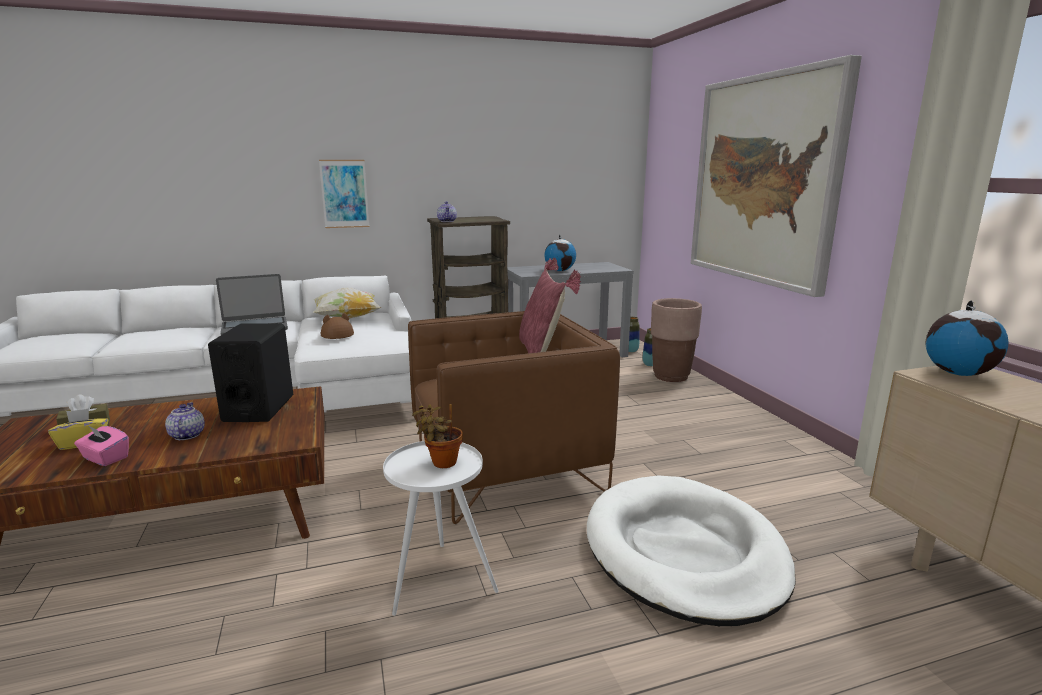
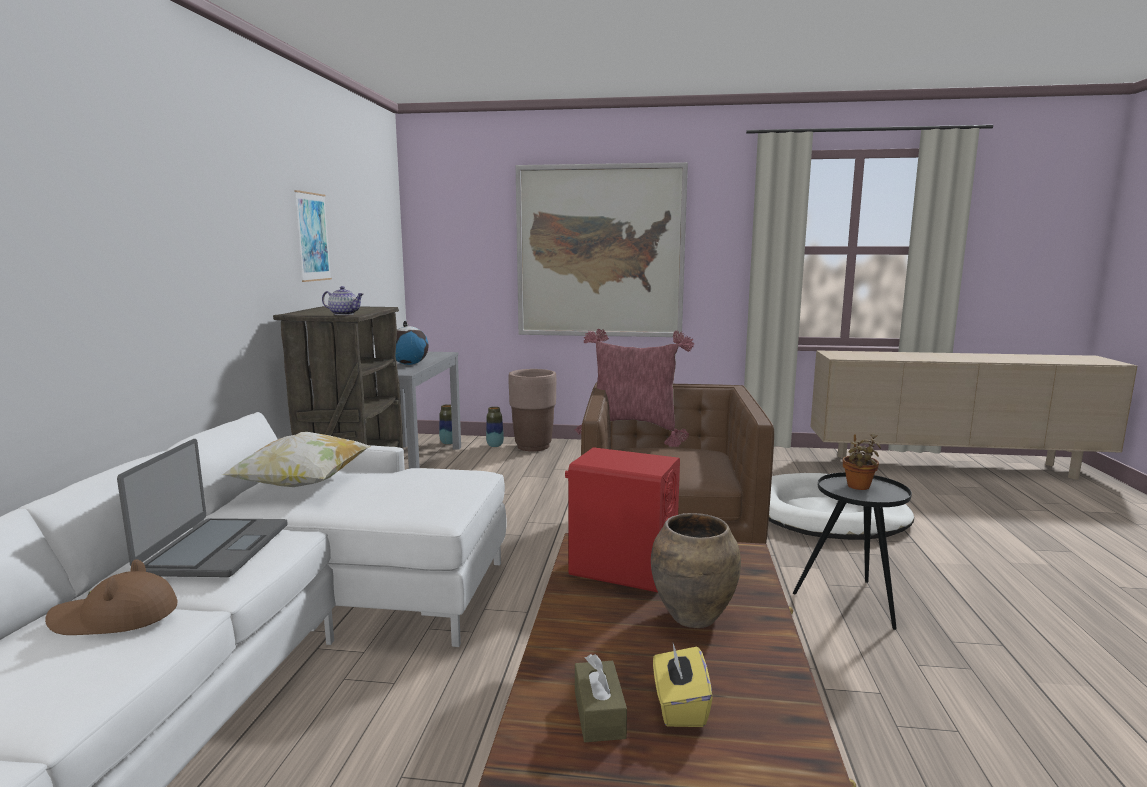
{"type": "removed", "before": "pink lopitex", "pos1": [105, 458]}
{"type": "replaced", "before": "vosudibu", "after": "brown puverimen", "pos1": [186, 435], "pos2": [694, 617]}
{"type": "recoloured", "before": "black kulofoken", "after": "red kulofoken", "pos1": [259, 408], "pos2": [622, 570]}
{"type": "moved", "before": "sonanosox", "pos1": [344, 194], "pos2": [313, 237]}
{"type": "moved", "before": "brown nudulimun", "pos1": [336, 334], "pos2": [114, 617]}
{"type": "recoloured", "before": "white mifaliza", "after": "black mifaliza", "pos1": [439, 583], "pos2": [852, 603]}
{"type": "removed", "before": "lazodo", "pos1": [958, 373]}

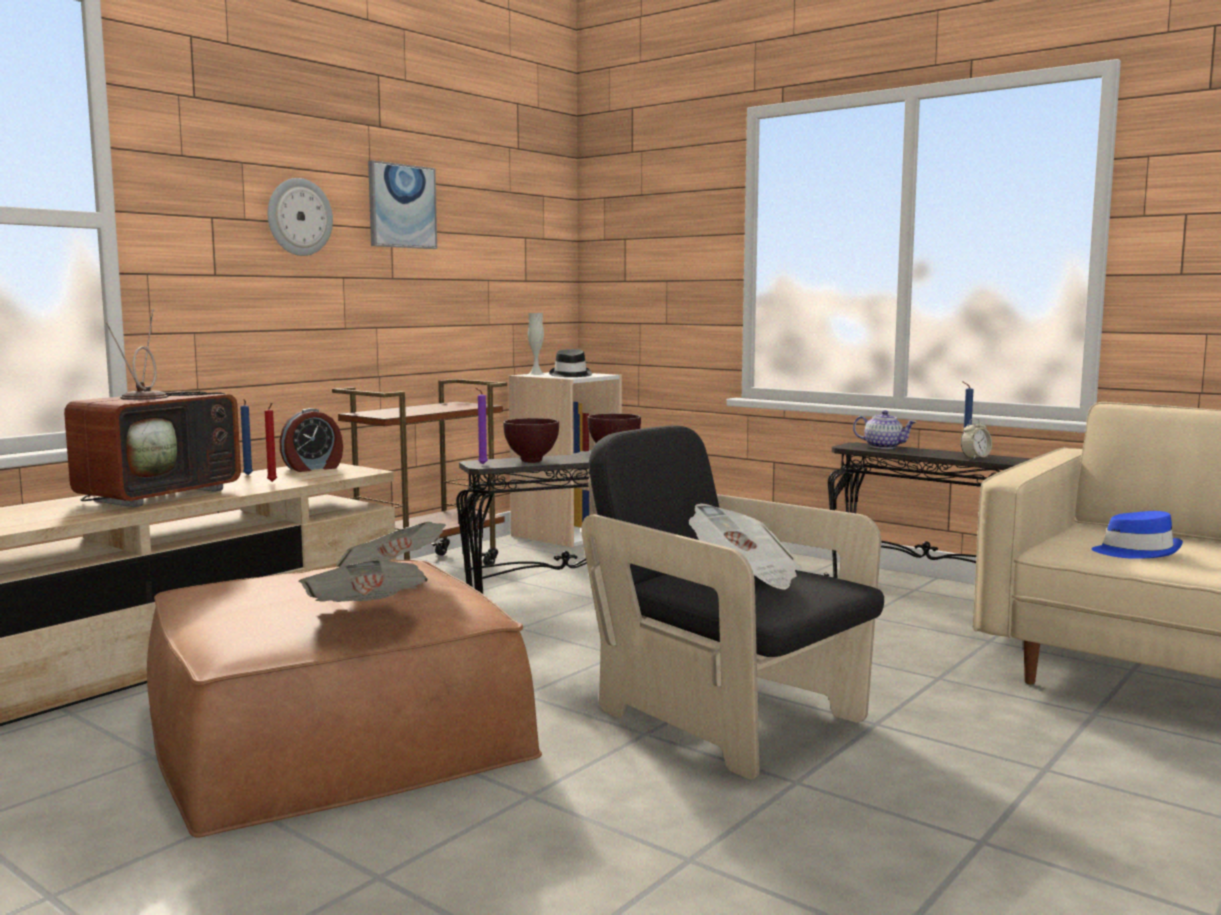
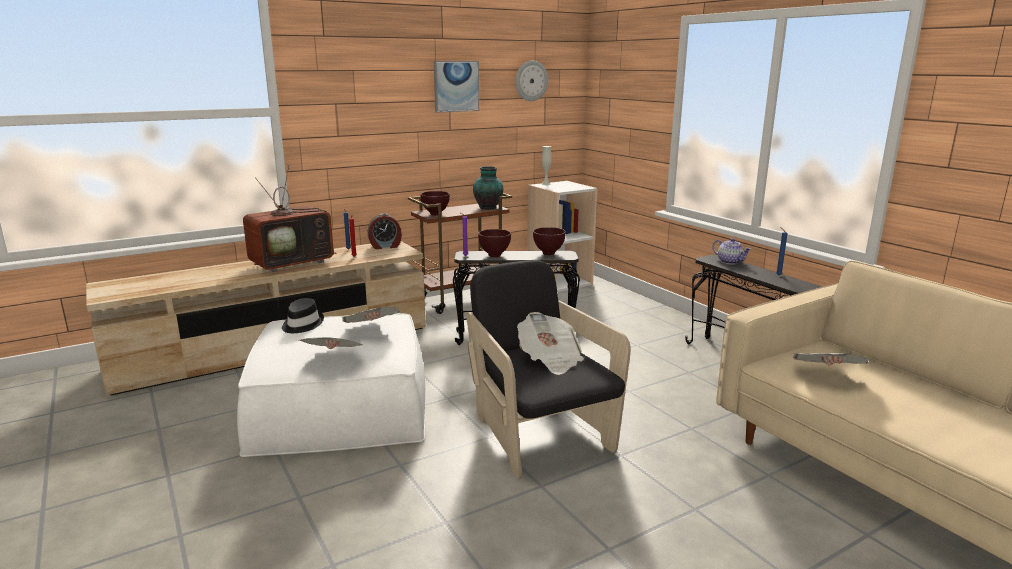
{"type": "recoloured", "before": "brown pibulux", "after": "white pibulux", "pos1": [335, 731], "pos2": [340, 405]}
{"type": "moved", "before": "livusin", "pos1": [299, 217], "pos2": [531, 81]}
{"type": "moved", "before": "black nudulimun", "pos1": [570, 375], "pos2": [302, 324]}
{"type": "removed", "before": "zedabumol", "pos1": [975, 458]}
{"type": "replaced", "before": "blue nudulimun", "after": "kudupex", "pos1": [1136, 552], "pos2": [826, 376]}
{"type": "added", "after": "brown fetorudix", "pos2": [434, 214]}
{"type": "added", "after": "puverimen", "pos2": [489, 207]}

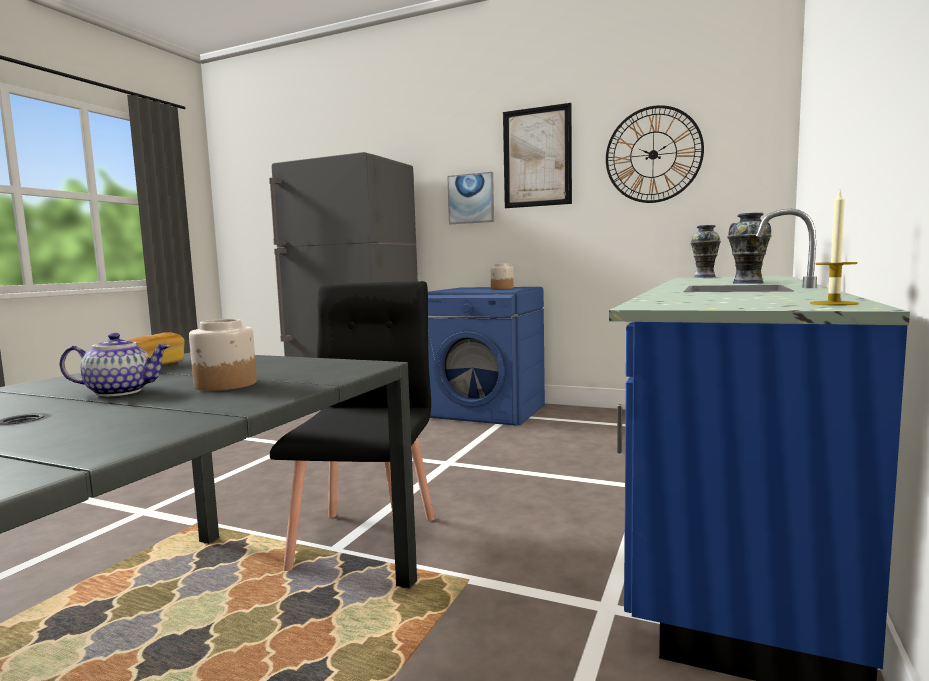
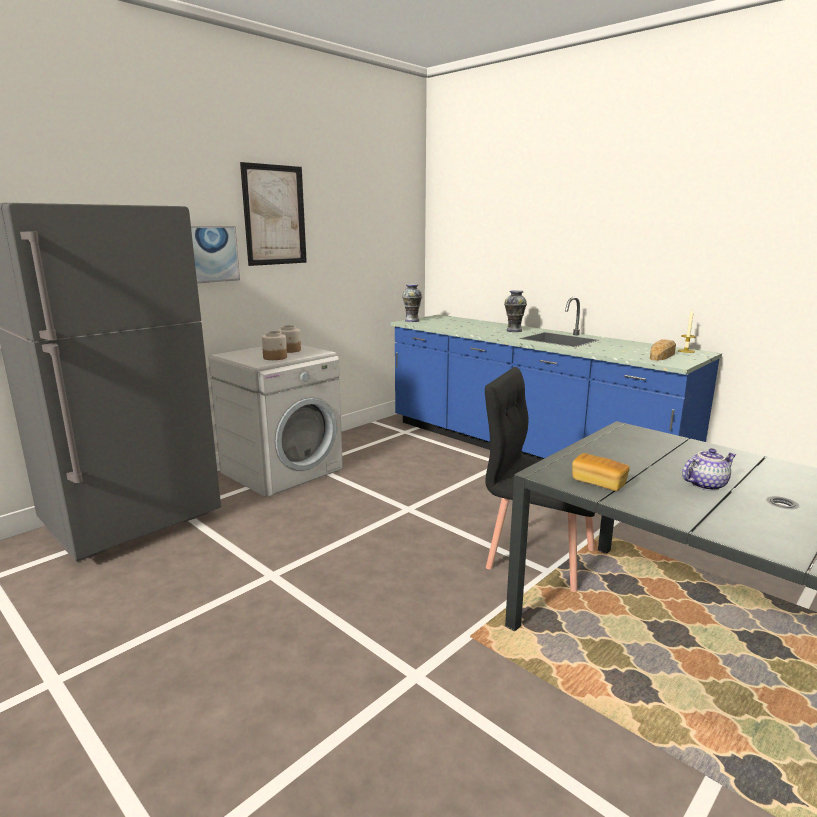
{"type": "turned", "before": "vosudibu", "pos1": [121, 391], "pos2": [705, 484], "turn": 60}
{"type": "moved", "before": "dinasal", "pos1": [225, 385], "pos2": [275, 357]}
{"type": "recoloured", "before": "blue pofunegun", "after": "white pofunegun", "pos1": [487, 411], "pos2": [285, 470]}
{"type": "removed", "before": "livusin", "pos1": [653, 154]}
{"type": "added", "after": "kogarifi", "pos2": [662, 355]}

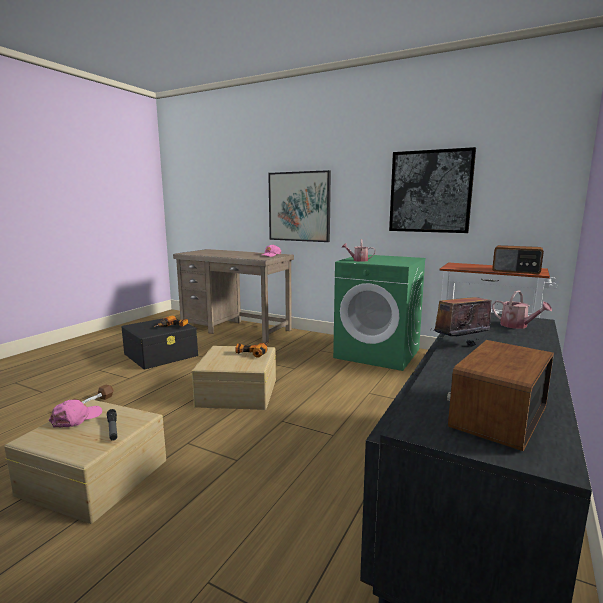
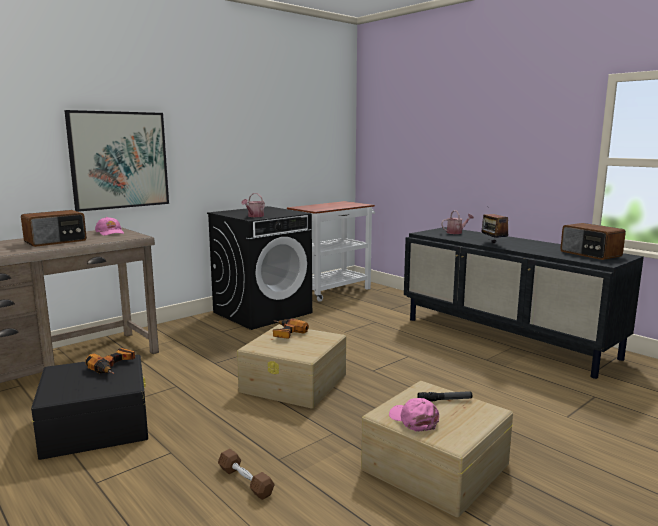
{"type": "recoloured", "before": "green pofunegun", "after": "black pofunegun", "pos1": [378, 353], "pos2": [262, 312]}
{"type": "removed", "before": "sonanosox", "pos1": [430, 191]}
{"type": "moved", "before": "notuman", "pos1": [516, 271], "pos2": [56, 241]}

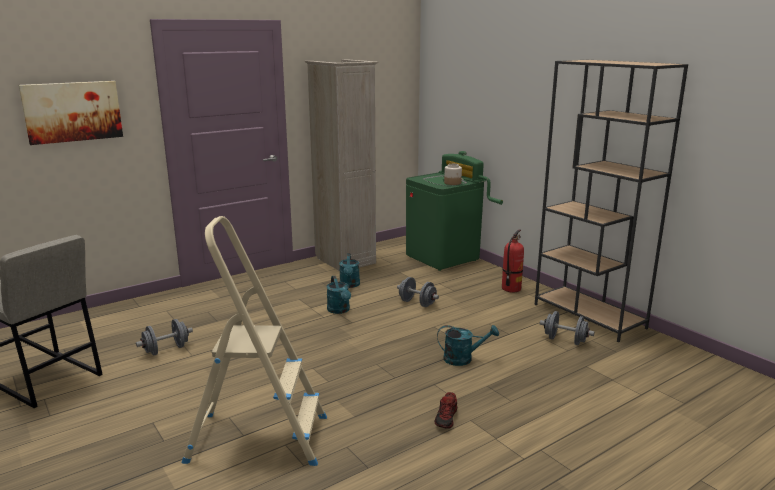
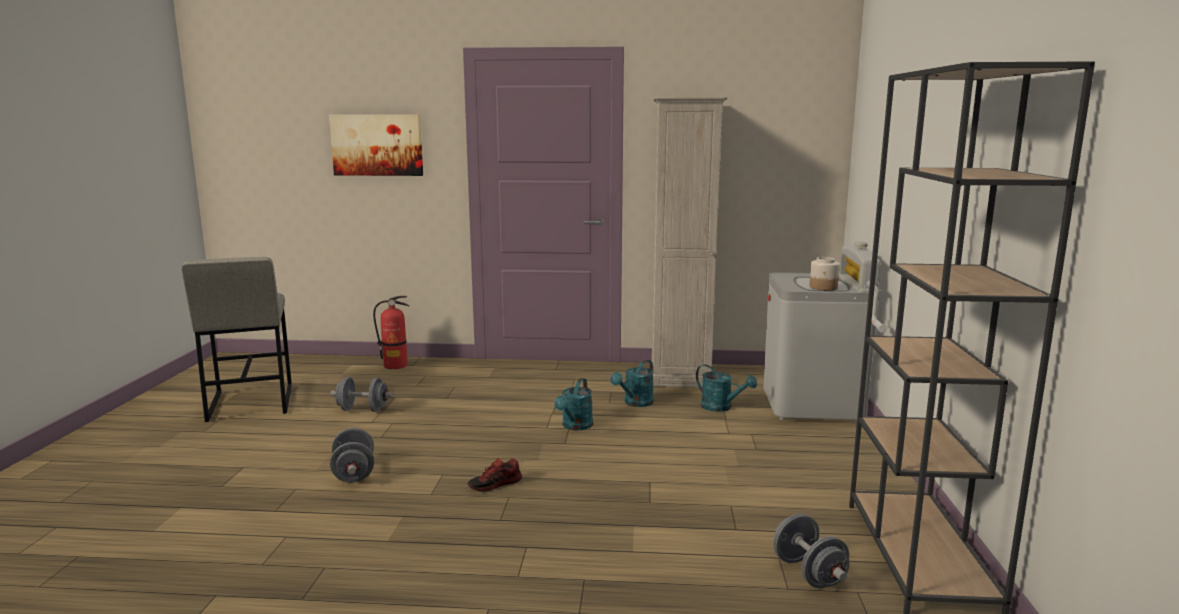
{"type": "removed", "before": "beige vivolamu", "pos1": [260, 438]}
{"type": "moved", "before": "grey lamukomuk", "pos1": [417, 303], "pos2": [354, 473]}
{"type": "recoloured", "before": "green pofunegun", "after": "grey pofunegun", "pos1": [444, 259], "pos2": [814, 407]}
{"type": "moved", "before": "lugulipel", "pos1": [447, 418], "pos2": [495, 484]}
{"type": "moved", "before": "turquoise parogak", "pos1": [463, 359], "pos2": [721, 407]}
{"type": "moved", "before": "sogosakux", "pos1": [511, 289], "pos2": [395, 366]}

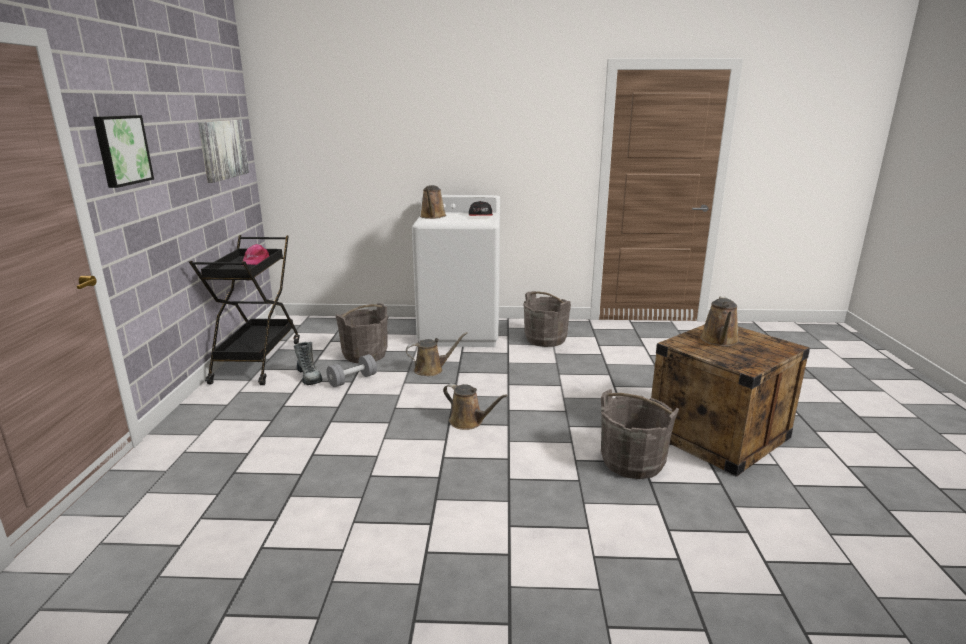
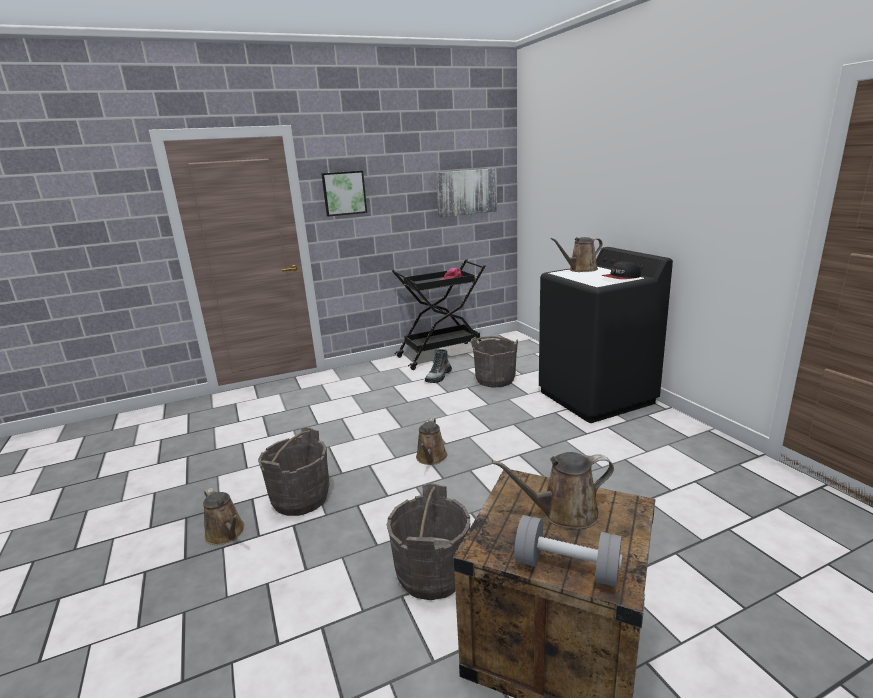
{"type": "moved", "before": "grey lamukomuk", "pos1": [352, 380], "pos2": [567, 567]}
{"type": "moved", "before": "brown parogak", "pos1": [431, 370], "pos2": [226, 534]}
{"type": "recoloured", "before": "white pofunegun", "after": "black pofunegun", "pos1": [460, 332], "pos2": [596, 397]}
{"type": "moved", "before": "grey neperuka", "pos1": [545, 339], "pos2": [300, 498]}

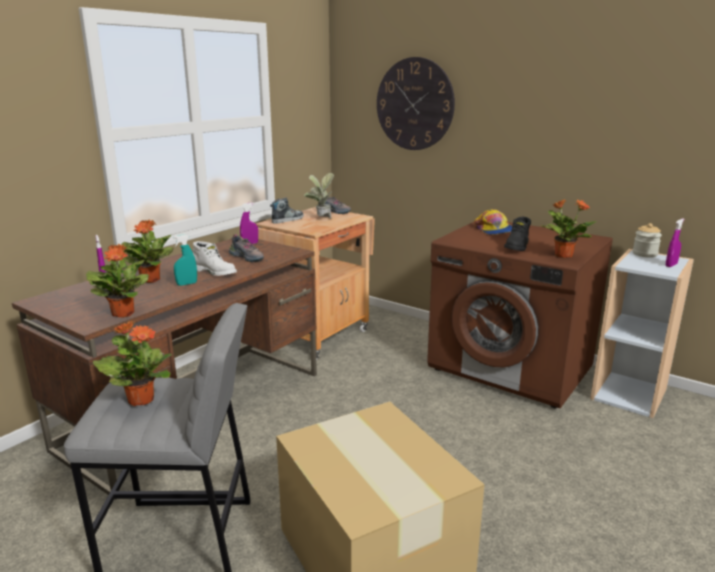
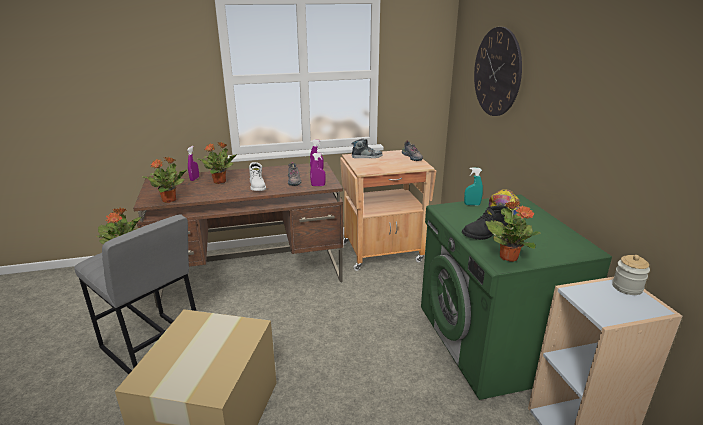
{"type": "moved", "before": "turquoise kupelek", "pos1": [187, 284], "pos2": [472, 204]}
{"type": "removed", "before": "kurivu", "pos1": [321, 219]}
{"type": "recoloured", "before": "brown pofunegun", "after": "green pofunegun", "pos1": [510, 371], "pos2": [489, 346]}
{"type": "moved", "before": "purple kupelek", "pos1": [671, 265], "pos2": [318, 185]}

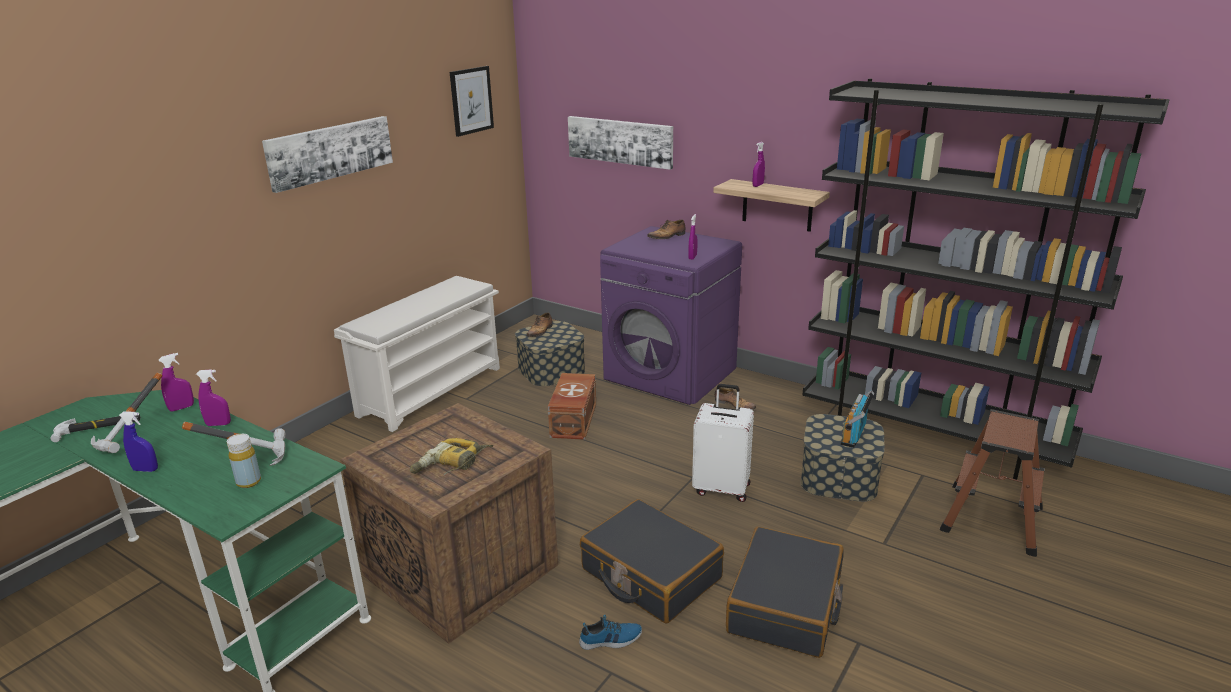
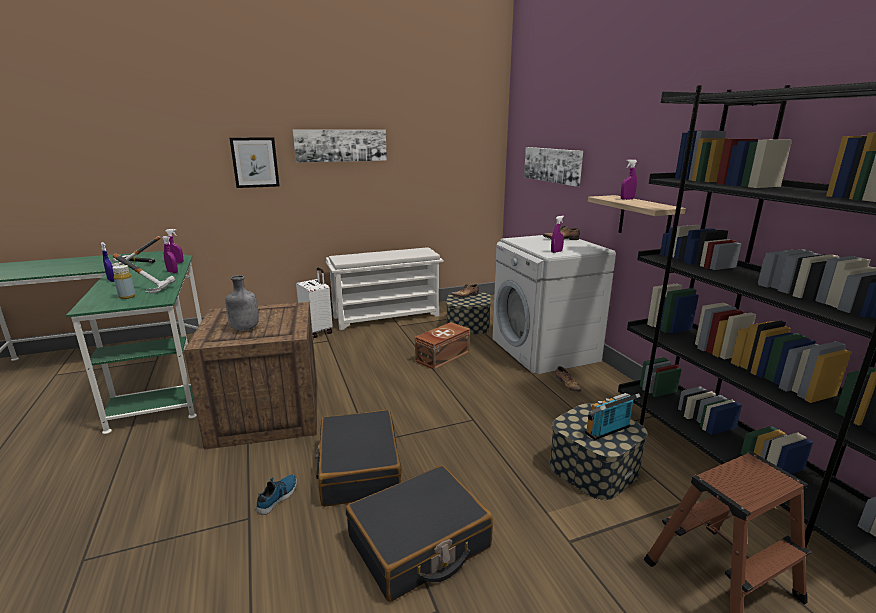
{"type": "replaced", "before": "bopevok", "after": "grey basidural", "pos1": [451, 465], "pos2": [244, 328]}
{"type": "moved", "before": "sonanosox", "pos1": [471, 100], "pos2": [255, 162]}
{"type": "turned", "before": "lugulipel", "pos1": [611, 640], "pos2": [278, 497], "turn": -90}
{"type": "recoloured", "before": "purple pofunegun", "after": "white pofunegun", "pos1": [669, 374], "pos2": [543, 350]}
{"type": "moved", "before": "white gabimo", "pos1": [722, 488], "pos2": [318, 331]}

